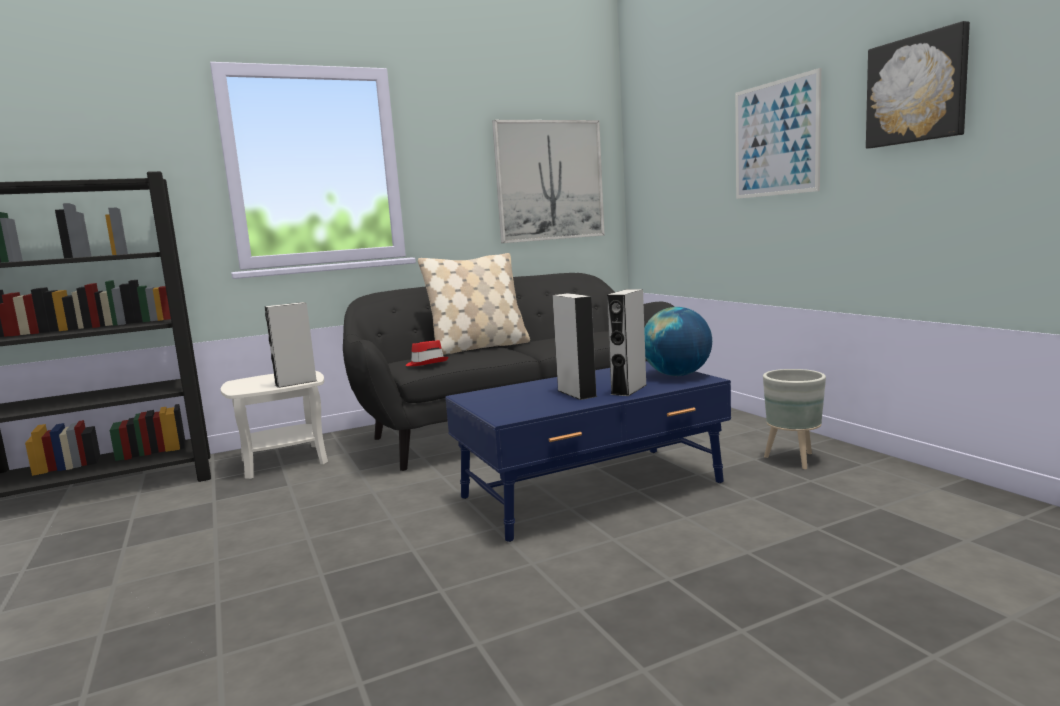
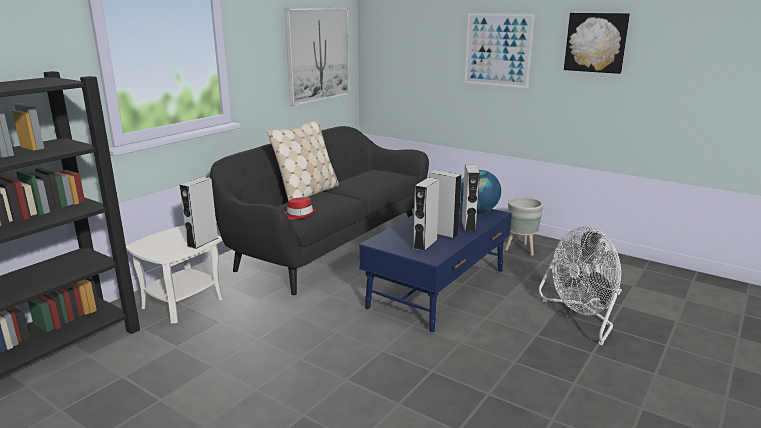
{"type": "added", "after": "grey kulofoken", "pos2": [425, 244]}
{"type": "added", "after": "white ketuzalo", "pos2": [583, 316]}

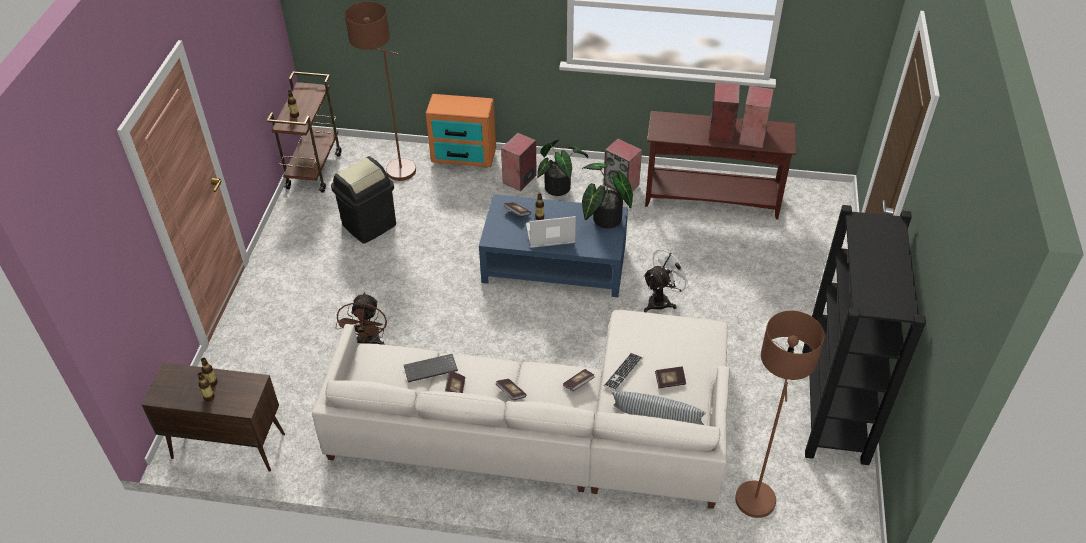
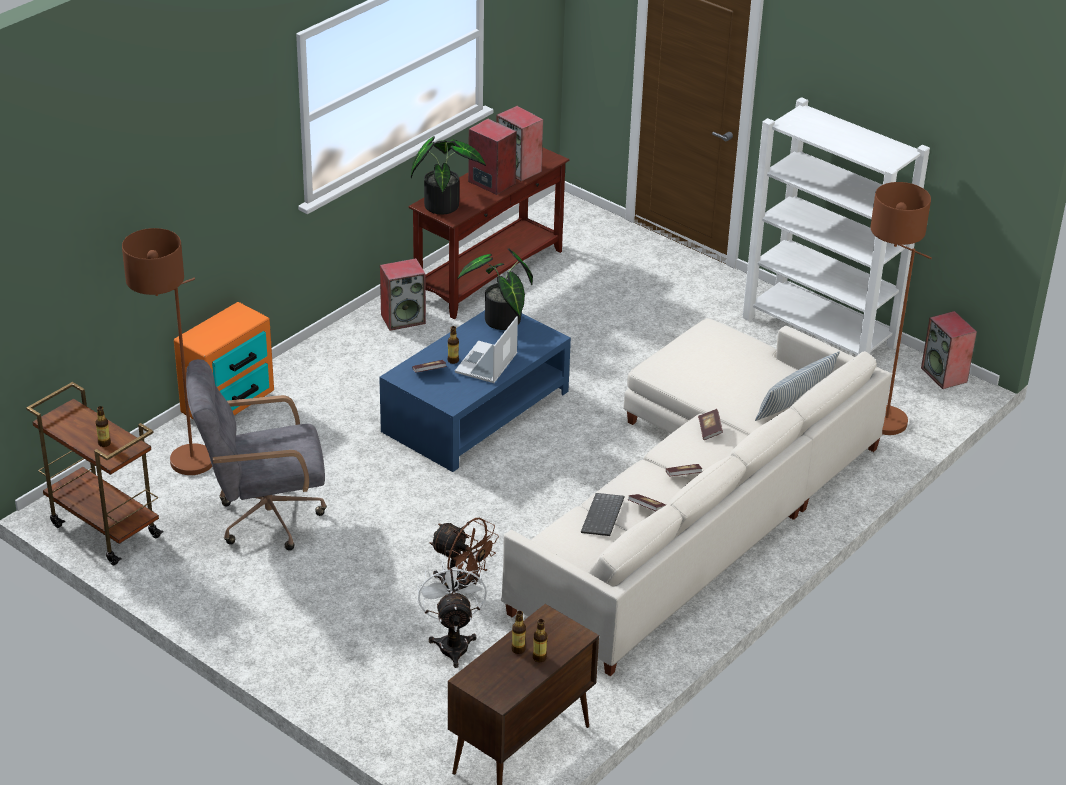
{"type": "replaced", "before": "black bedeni", "after": "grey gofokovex", "pos1": [369, 225], "pos2": [263, 520]}
{"type": "moved", "before": "kulofoken", "pos1": [519, 179], "pos2": [945, 375]}
{"type": "moved", "before": "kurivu", "pos1": [561, 188], "pos2": [444, 204]}
{"type": "removed", "before": "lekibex", "pos1": [623, 372]}
{"type": "moved", "before": "white ketuzalo", "pos1": [662, 300], "pos2": [453, 642]}
{"type": "removed", "before": "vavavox", "pos1": [670, 381]}
{"type": "recoloured", "before": "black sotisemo", "after": "white sotisemo", "pos1": [834, 405], "pos2": [820, 332]}

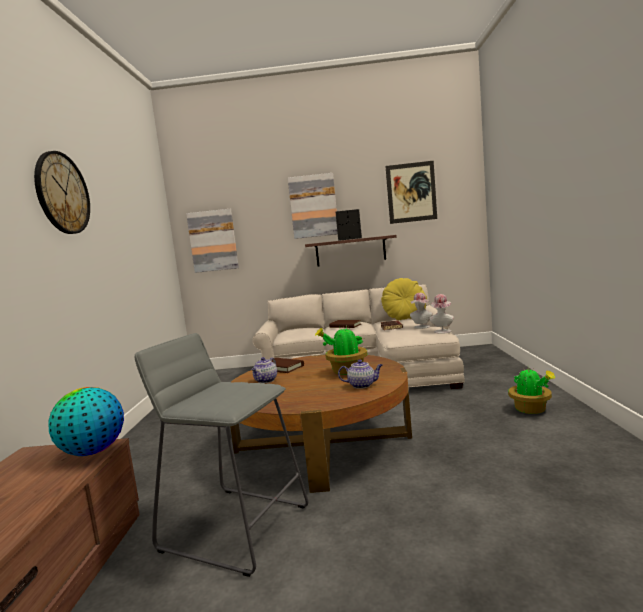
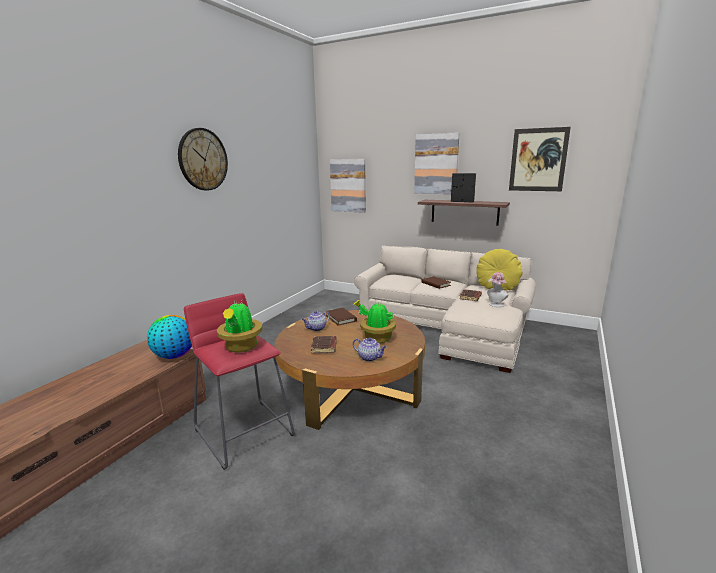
{"type": "recoloured", "before": "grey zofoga", "after": "red zofoga", "pos1": [235, 527], "pos2": [244, 432]}
{"type": "removed", "before": "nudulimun", "pos1": [442, 331]}
{"type": "moved", "before": "kurivu", "pos1": [531, 410], "pos2": [241, 347]}
{"type": "added", "after": "brown vavavox", "pos2": [324, 347]}

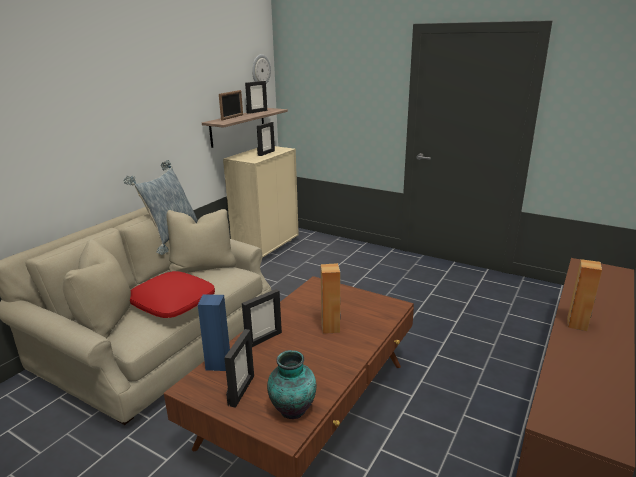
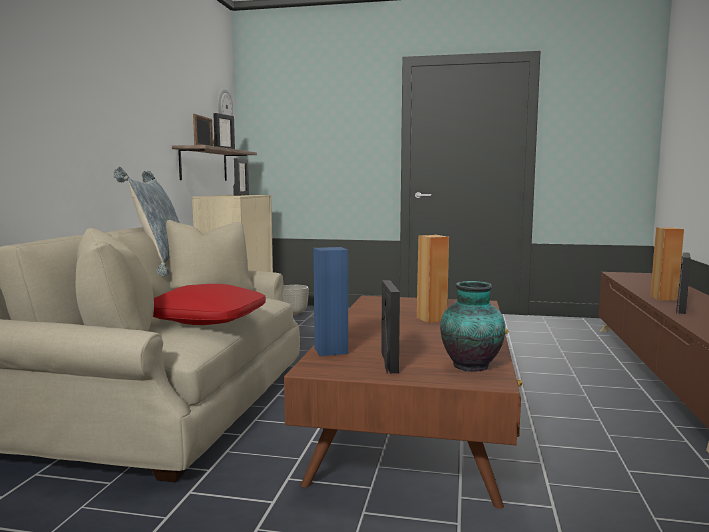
{"type": "moved", "before": "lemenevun", "pos1": [263, 339], "pos2": [680, 309]}
{"type": "added", "after": "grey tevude", "pos2": [294, 313]}

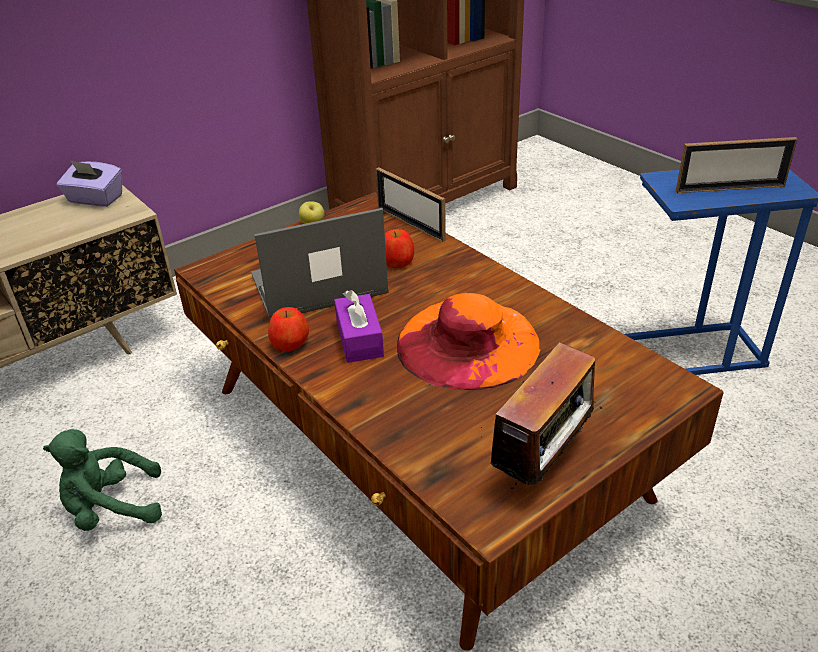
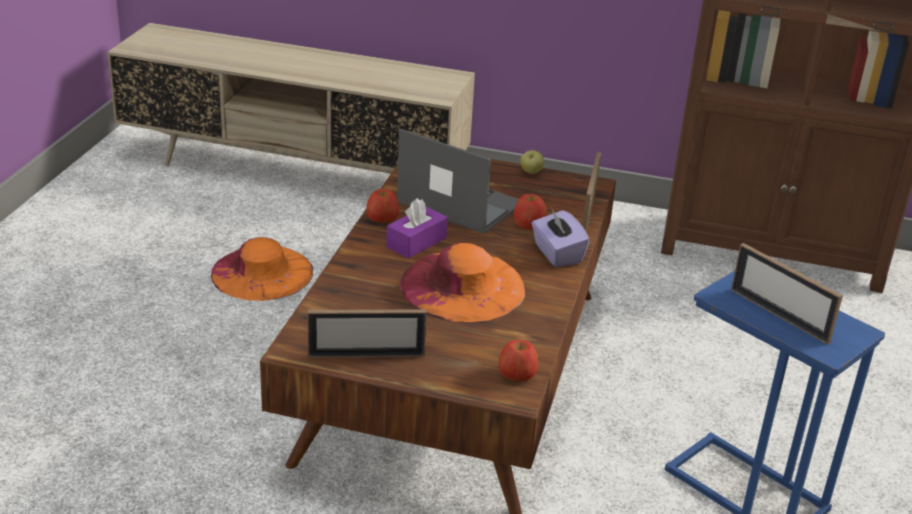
{"type": "replaced", "before": "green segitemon", "after": "orange nudulimun", "pos1": [111, 509], "pos2": [262, 272]}
{"type": "moved", "before": "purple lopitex", "pos1": [95, 199], "pos2": [557, 254]}
{"type": "replaced", "before": "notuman", "after": "lemenevun", "pos1": [543, 463], "pos2": [366, 355]}
{"type": "added", "after": "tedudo", "pos2": [517, 374]}

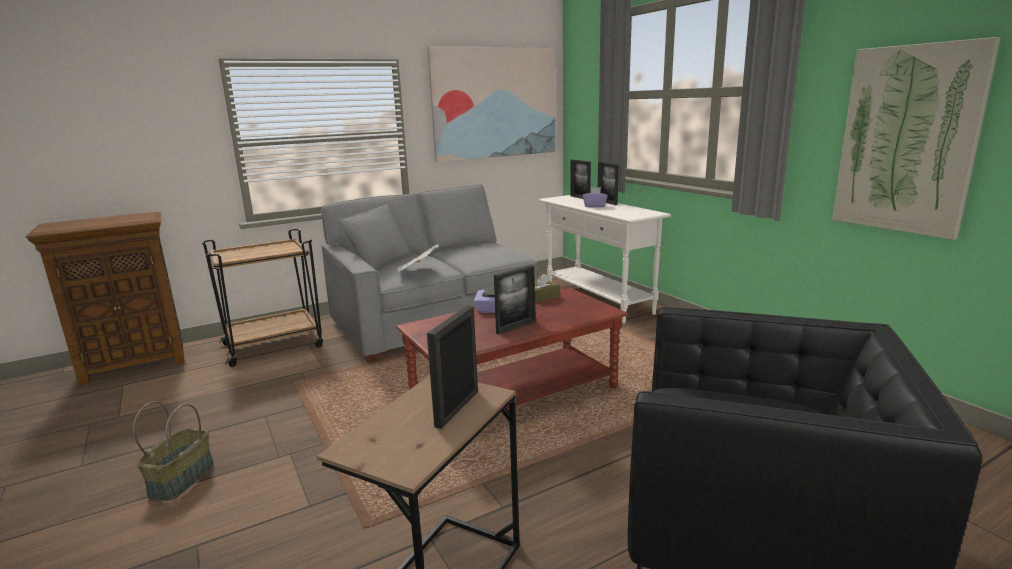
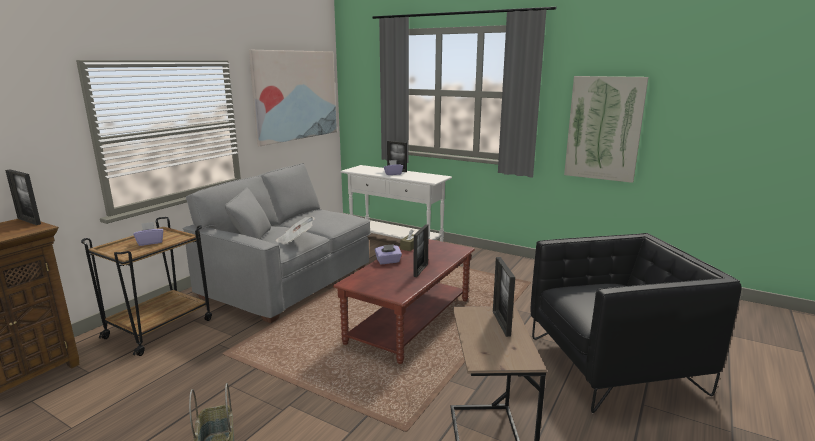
{"type": "moved", "before": "lemenevun", "pos1": [580, 198], "pos2": [29, 221]}
{"type": "added", "after": "purple lopitex", "pos2": [150, 242]}

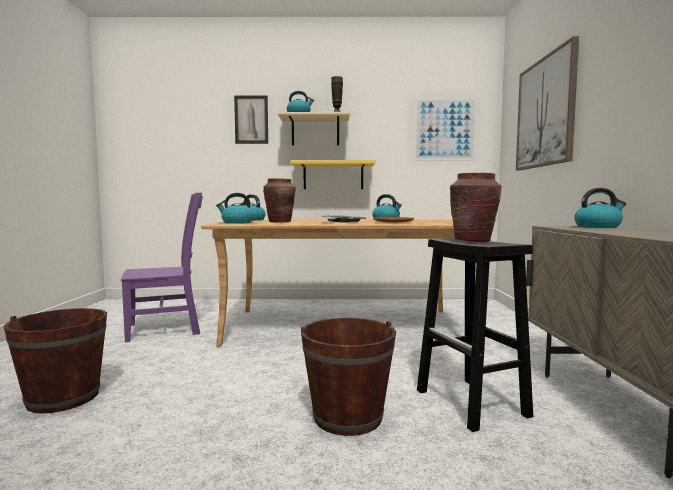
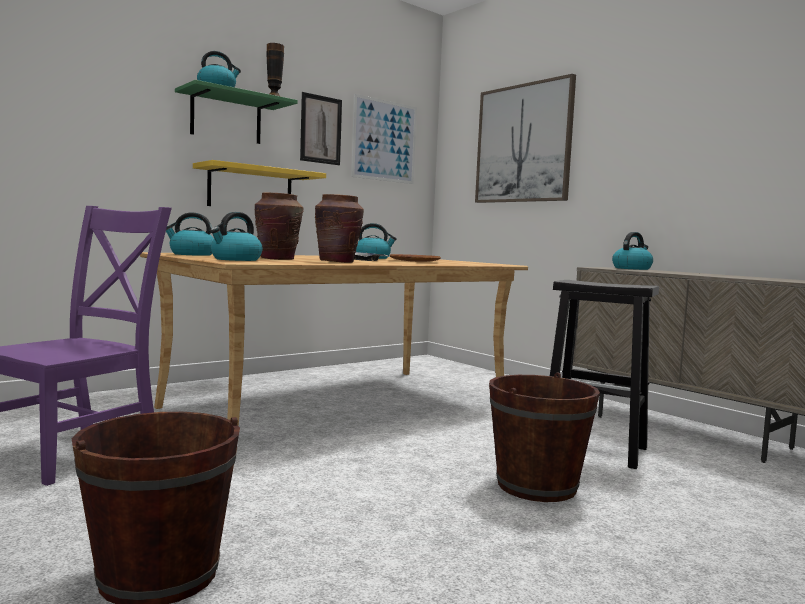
{"type": "moved", "before": "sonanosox", "pos1": [251, 119], "pos2": [320, 129]}
{"type": "recoloured", "before": "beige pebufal", "after": "green pebufal", "pos1": [315, 132], "pos2": [226, 118]}
{"type": "moved", "before": "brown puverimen", "pos1": [473, 240], "pos2": [337, 261]}

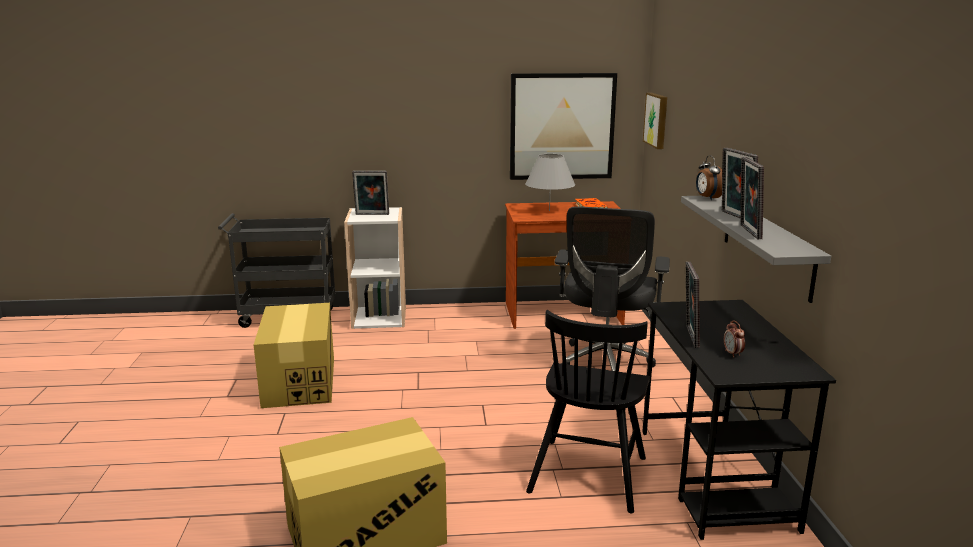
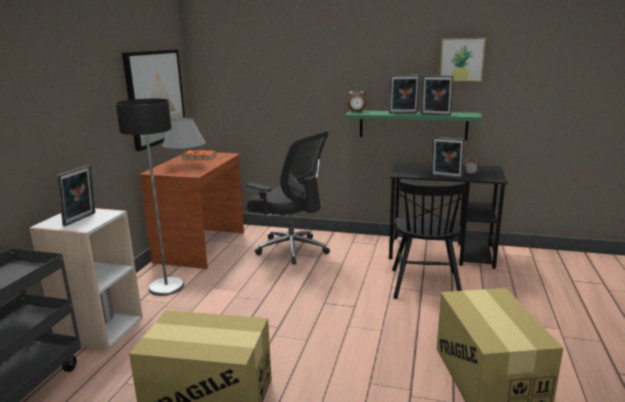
{"type": "turned", "before": "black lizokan", "pos1": [589, 470], "pos2": [425, 282], "turn": 60}
{"type": "moved", "before": "sonanosox", "pos1": [657, 120], "pos2": [461, 59]}
{"type": "recoloured", "before": "grey pebufal", "after": "green pebufal", "pos1": [766, 244], "pos2": [412, 125]}
{"type": "added", "after": "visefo", "pos2": [166, 287]}

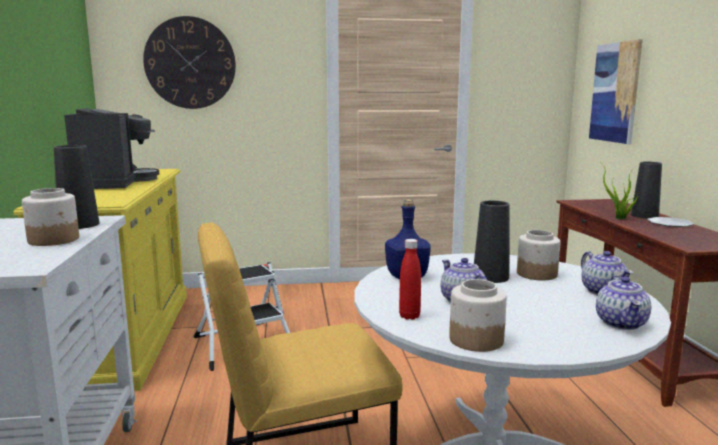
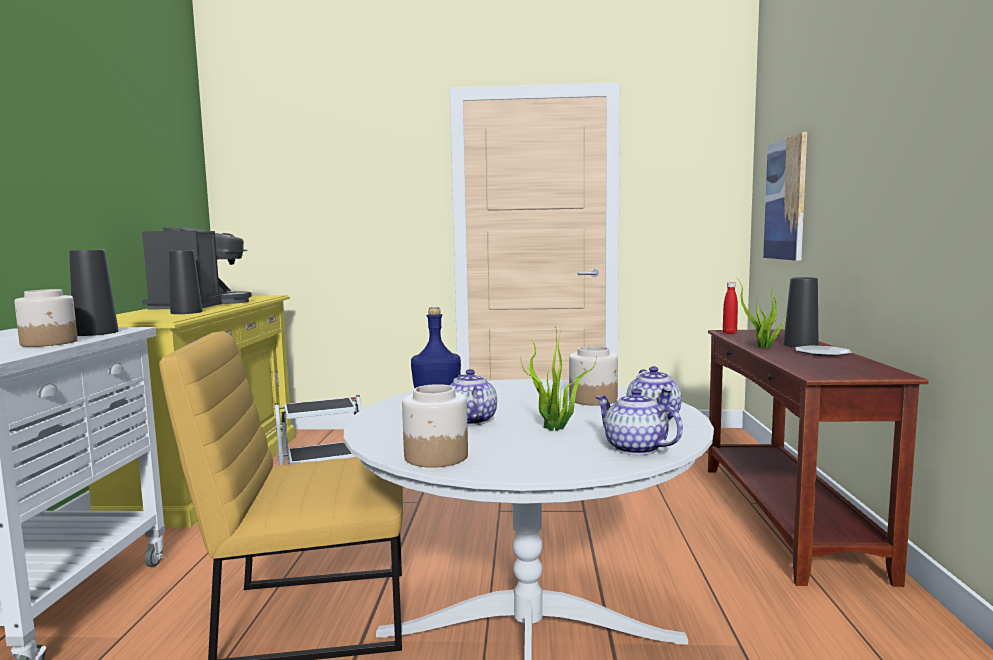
{"type": "removed", "before": "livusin", "pos1": [190, 63]}
{"type": "moved", "before": "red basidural", "pos1": [409, 316], "pos2": [729, 333]}
{"type": "moved", "before": "black puverimen", "pos1": [490, 277], "pos2": [186, 312]}
{"type": "turned", "before": "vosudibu", "pos1": [622, 323], "pos2": [634, 448], "turn": 120}
{"type": "added", "after": "kurivu", "pos2": [555, 429]}

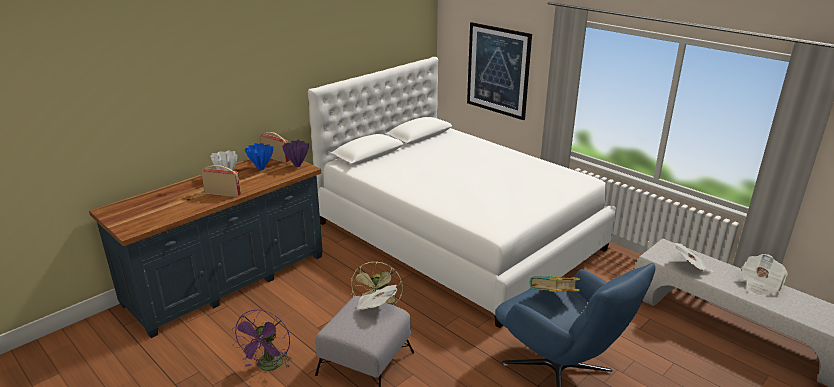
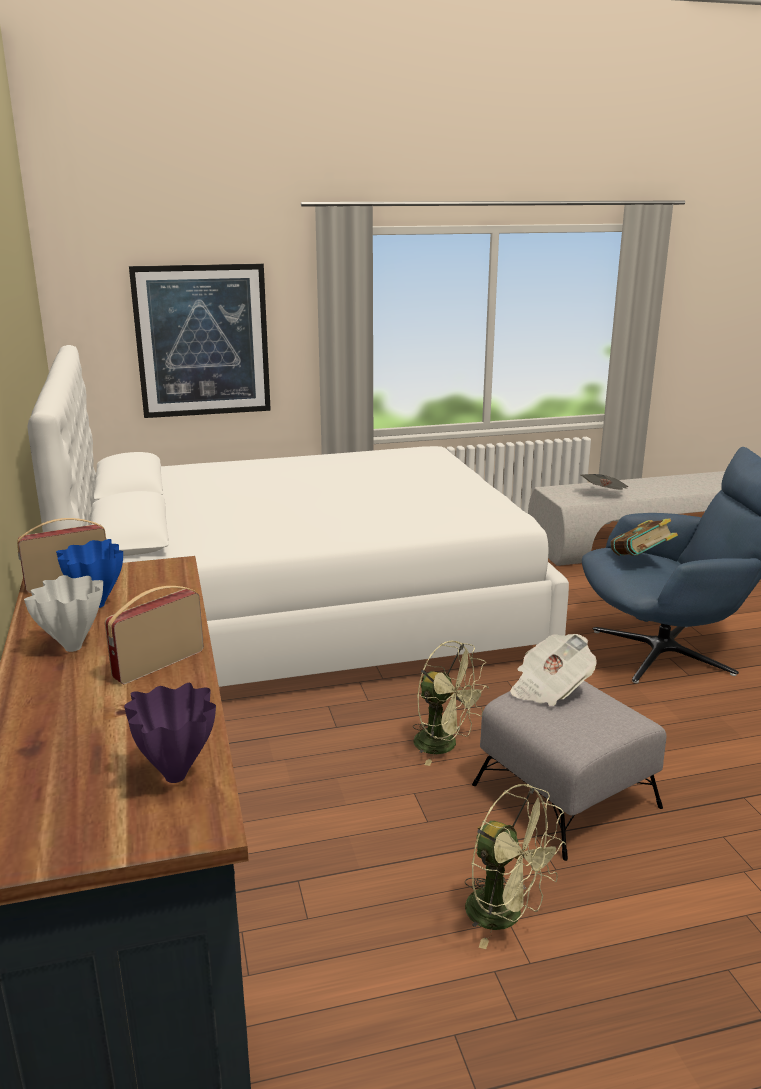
{"type": "recoloured", "before": "purple ketuzalo", "after": "green ketuzalo", "pos1": [268, 367], "pos2": [505, 915]}
{"type": "moved", "before": "purple puverimen", "pos1": [297, 166], "pos2": [177, 777]}
{"type": "removed", "before": "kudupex", "pos1": [760, 285]}

